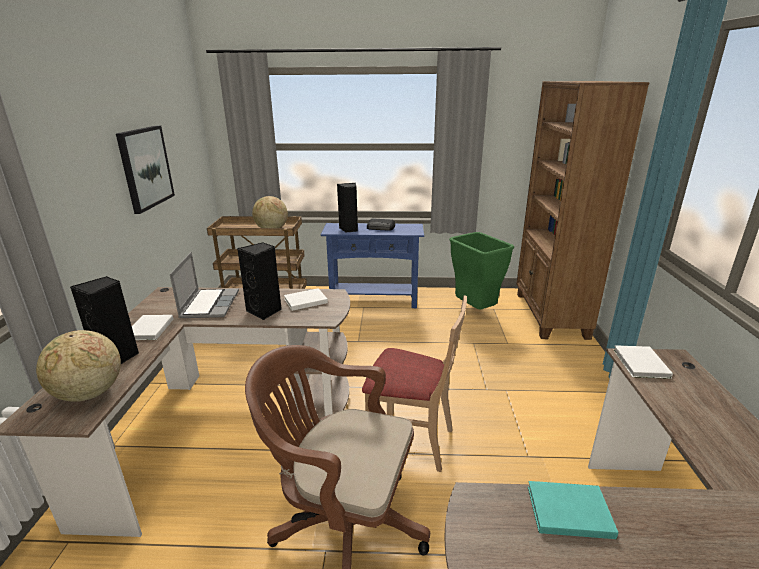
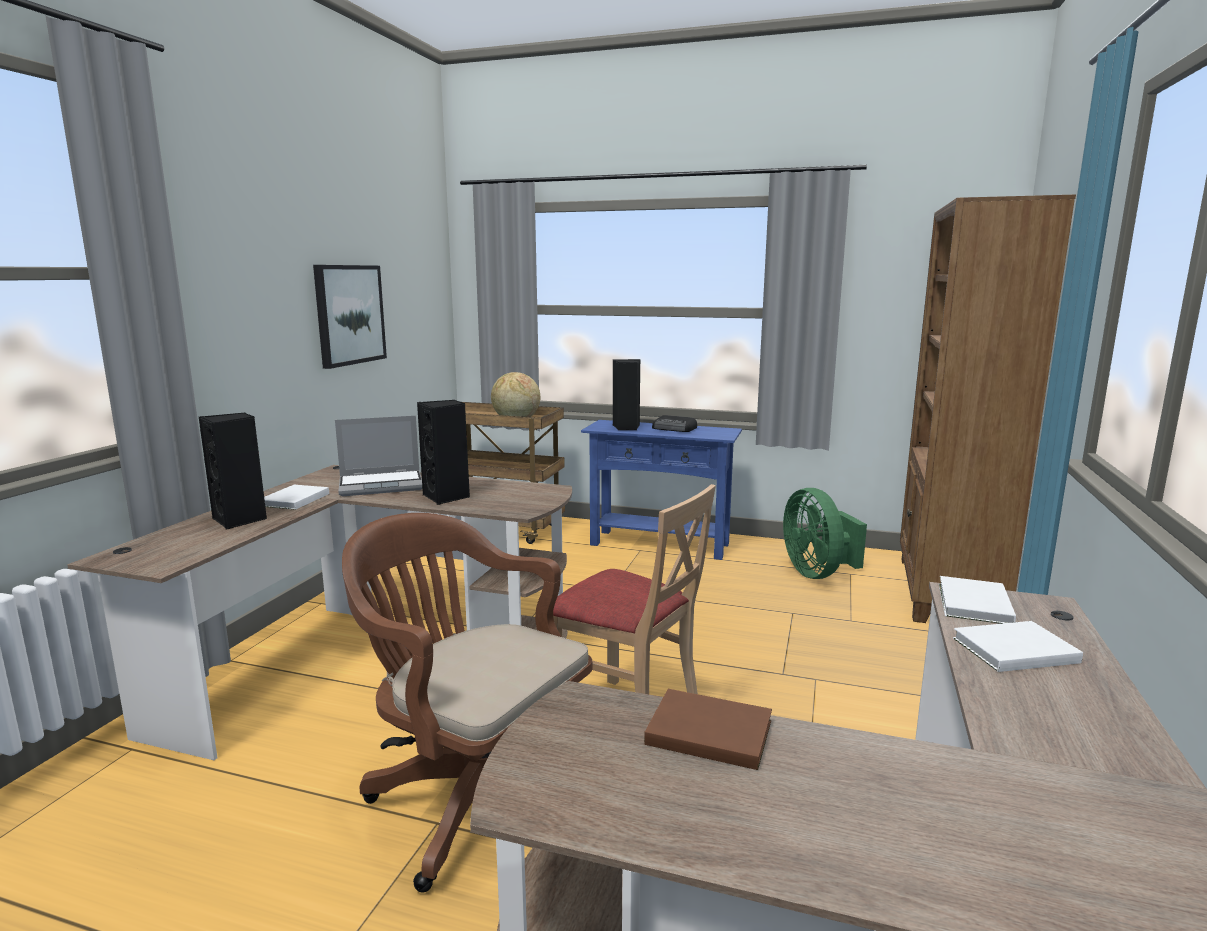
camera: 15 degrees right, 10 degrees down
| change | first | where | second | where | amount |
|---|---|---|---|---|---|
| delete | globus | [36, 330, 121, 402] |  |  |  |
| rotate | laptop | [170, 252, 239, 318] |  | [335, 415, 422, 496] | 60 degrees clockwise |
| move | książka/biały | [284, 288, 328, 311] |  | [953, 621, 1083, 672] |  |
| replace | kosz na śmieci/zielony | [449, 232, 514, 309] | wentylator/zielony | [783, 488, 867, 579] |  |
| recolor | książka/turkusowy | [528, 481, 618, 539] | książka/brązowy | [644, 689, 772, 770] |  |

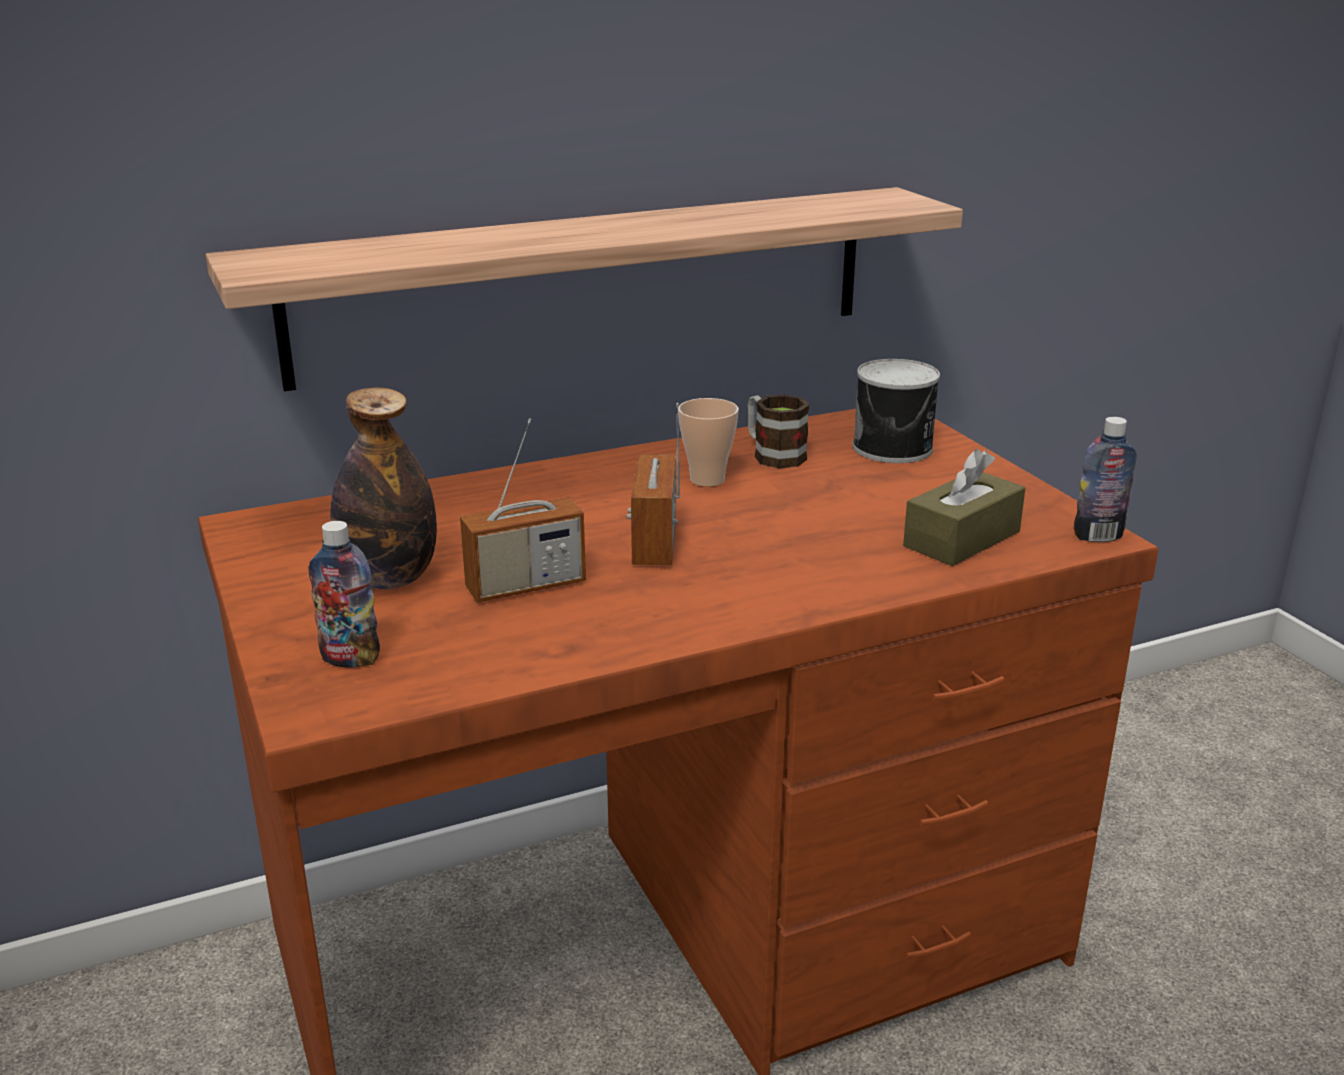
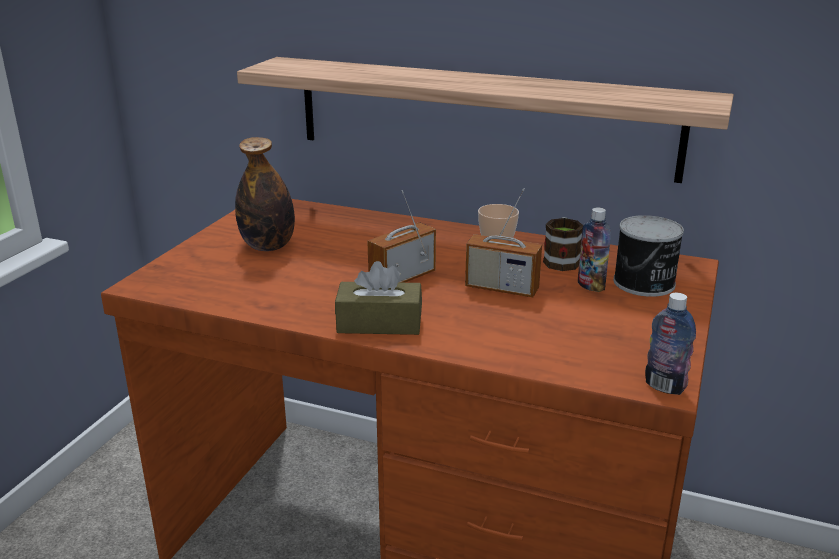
camera: 45 degrees right, 0 degrees up
| change | first | where | second | where | amount |
|---|---|---|---|---|---|
| move | butelka | [308, 521, 380, 668] |  | [578, 207, 611, 292] |  |
| move | radio | [460, 418, 586, 602] |  | [465, 188, 542, 297] |  |
| move | pudełko chusteczek/brązowy | [903, 449, 1025, 566] |  | [335, 261, 422, 335] |  |

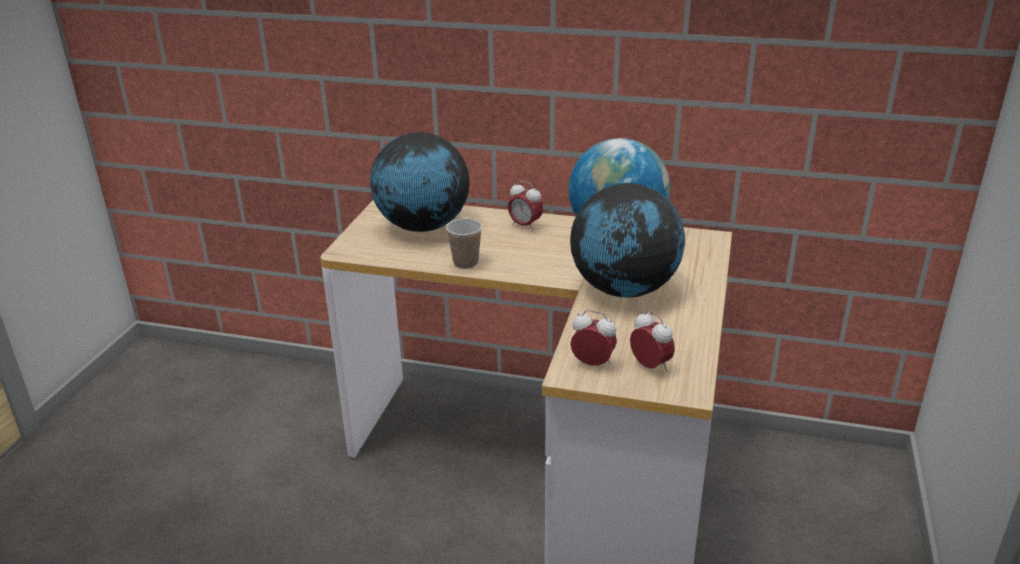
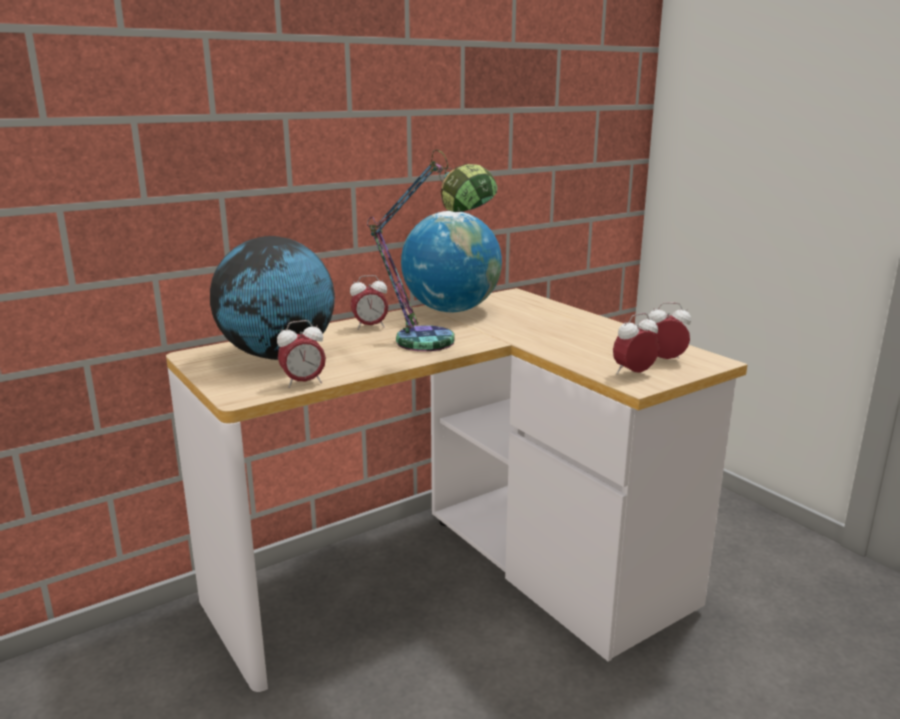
camera: 50 degrees left, 10 degrees down
| change | first | where | second | where | amount |
|---|---|---|---|---|---|
| delete | filiżanka | [446, 219, 482, 269] |  |  |  |
| delete | globus | [570, 183, 685, 297] |  |  |  |
| insert |  |  | budzik | [277, 320, 326, 388] |  |
| insert |  |  | lampa stołowa | [367, 150, 498, 351] |  |

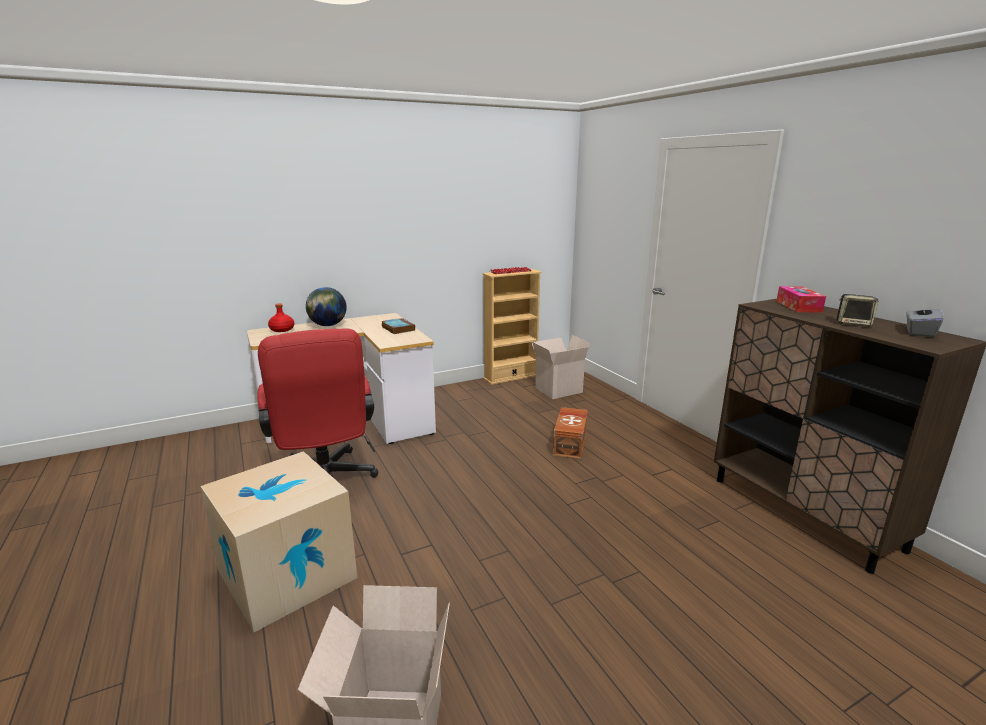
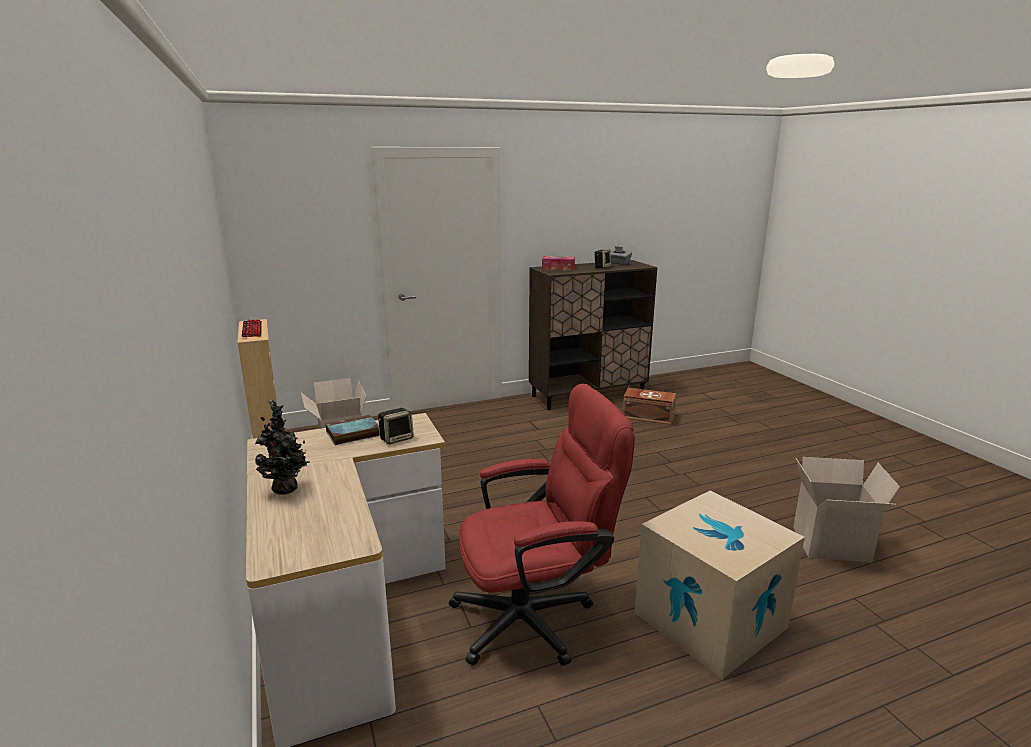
camera: 85 degrees left, 0 degrees up
| change | first | where | second | where | amount |
|---|---|---|---|---|---|
| delete | butelka/czerwony | [268, 303, 294, 332] |  |  |  |
| replace | globus | [306, 287, 347, 326] | roślina doniczkowa | [255, 400, 309, 495] |  |
| move | pojemnik do przechowywania/brązowy | [553, 407, 588, 459] |  | [623, 388, 676, 425] |  |
| insert |  |  | głośnik | [378, 408, 414, 444] |  |

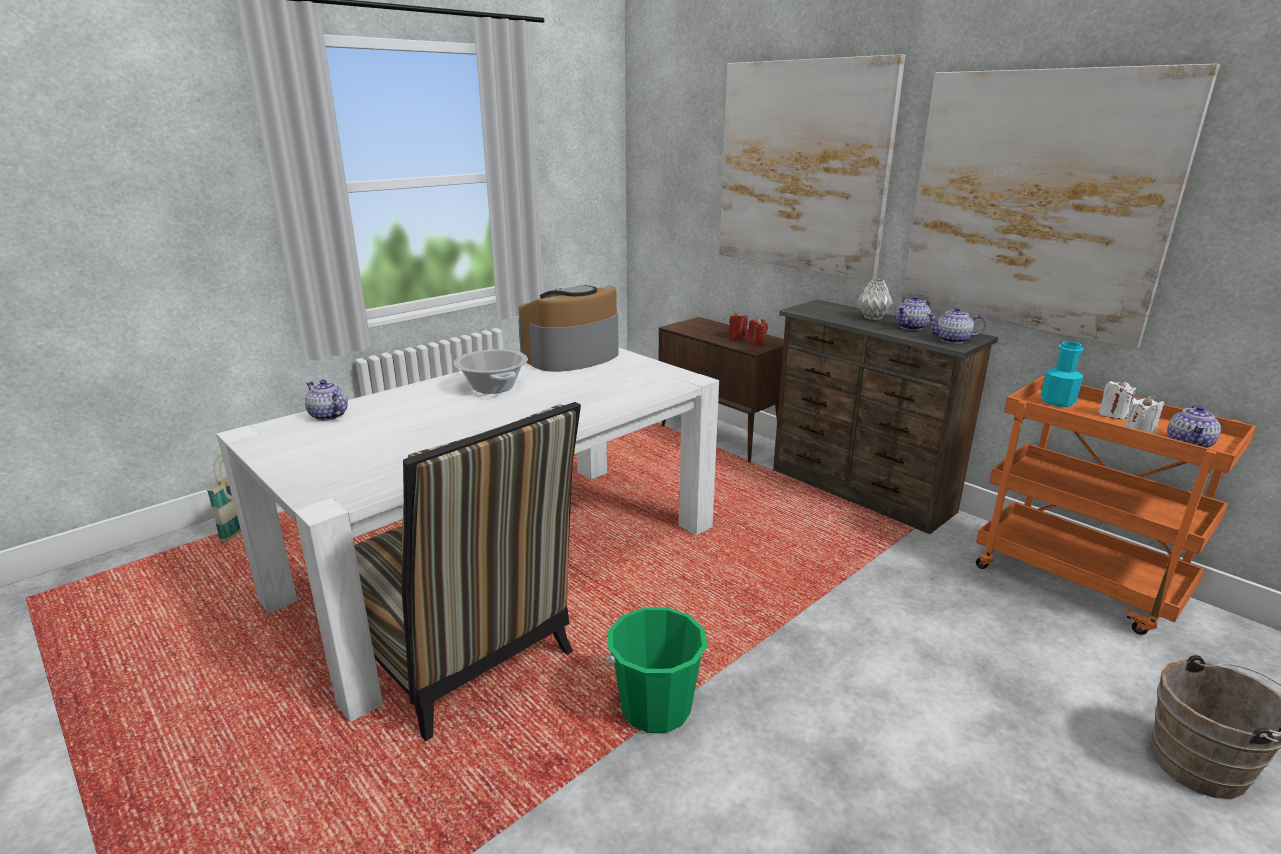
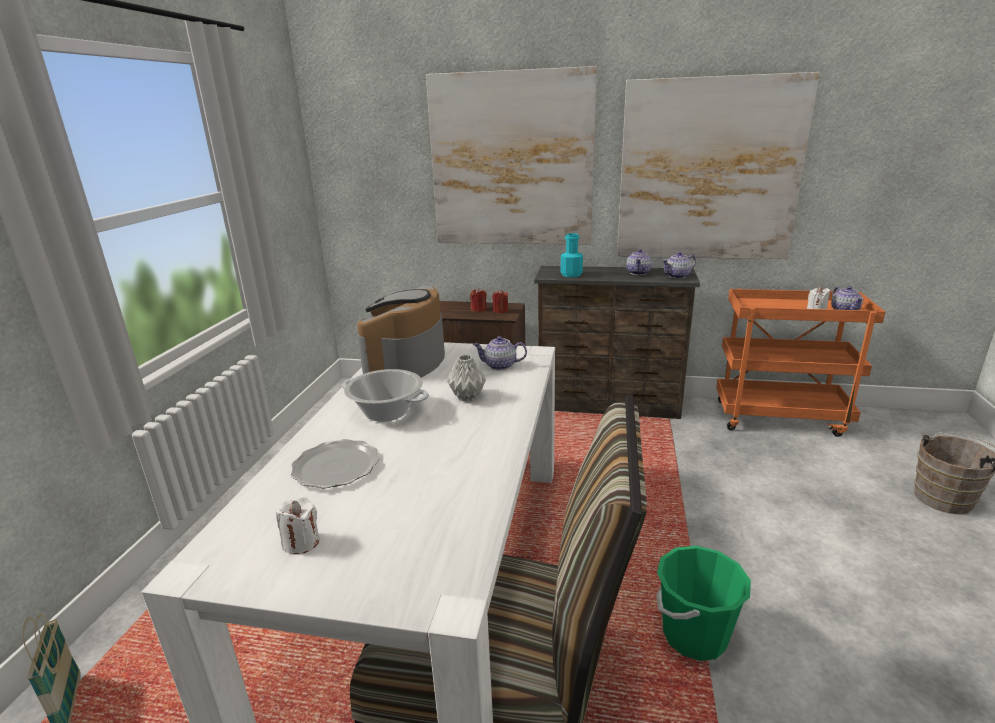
camera: 35 degrees left, 0 degrees up
| change | first | where | second | where | amount |
|---|---|---|---|---|---|
| move | imbryk | [305, 380, 348, 421] |  | [473, 336, 527, 370] |  |
| move | wazon/szary | [858, 279, 893, 320] |  | [447, 355, 486, 401] |  |
| move | butelka/turkusowy | [1040, 342, 1084, 407] |  | [560, 233, 583, 277] |  |
| move | świeca/biały | [1098, 380, 1136, 419] |  | [276, 496, 319, 554] |  |
| insert |  |  | talerz | [291, 439, 379, 488] |  |

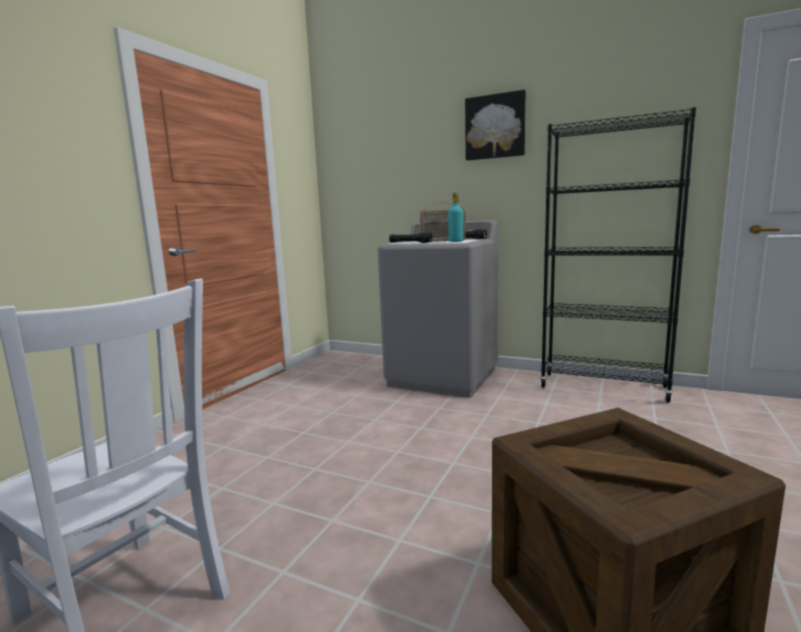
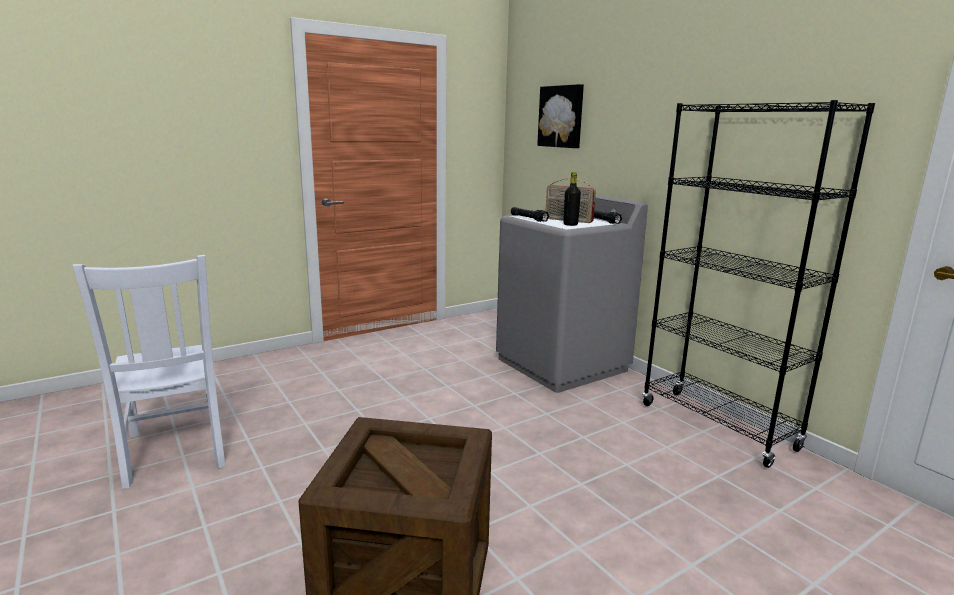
camera: 30 degrees right, 5 degrees up
| change | first | where | second | where | amount |
|---|---|---|---|---|---|
| recolor | butelka/turkusowy | [448, 193, 463, 242] | butelka/czarny | [563, 172, 581, 226] |  |
| move | obraz | [465, 90, 526, 161] |  | [537, 84, 584, 148] |  |

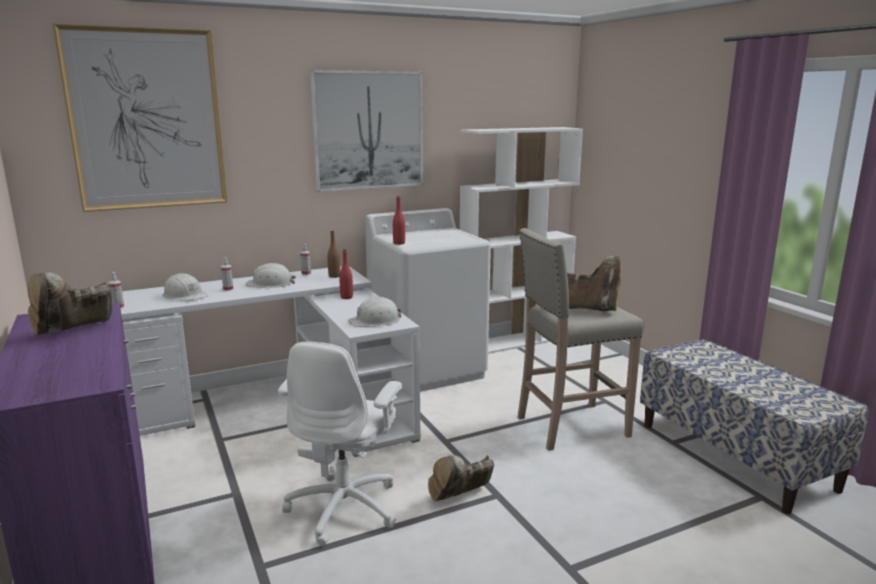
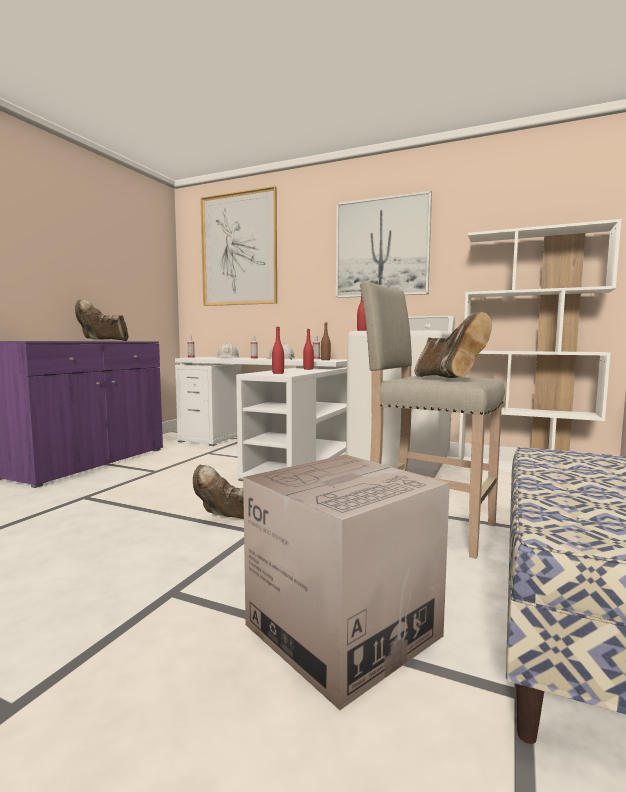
camera: 50 degrees right, 10 degrees down
| change | first | where | second | where | amount |
|---|---|---|---|---|---|
| delete | krzesło biurowe/biały | [278, 342, 402, 546] |  |  |  |
| replace | kask/biały | [348, 296, 401, 327] | butelka/czerwony | [272, 327, 284, 374] |  |
| insert |  |  | karton | [243, 455, 450, 710] |  |

